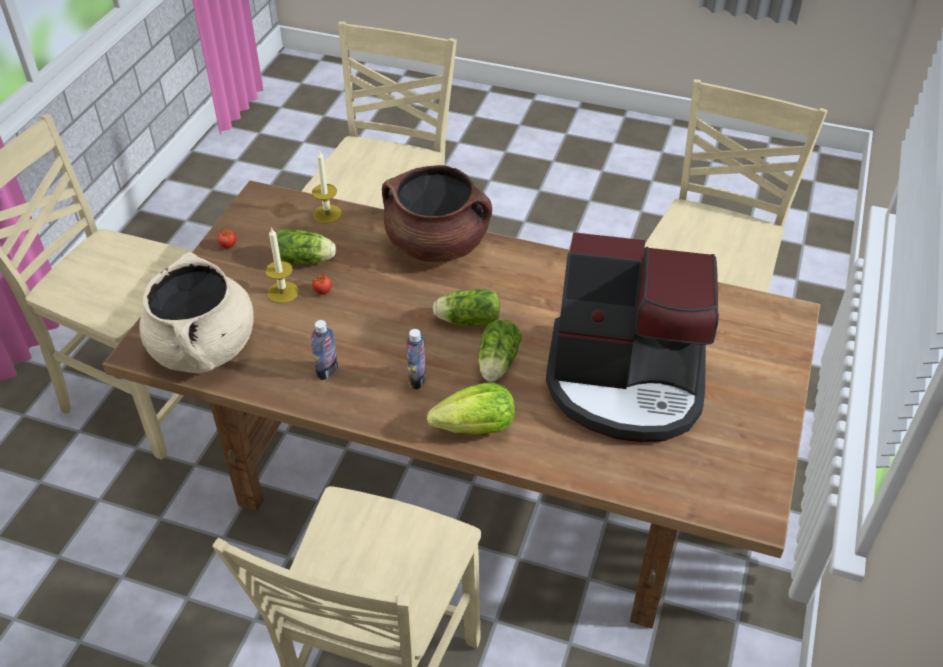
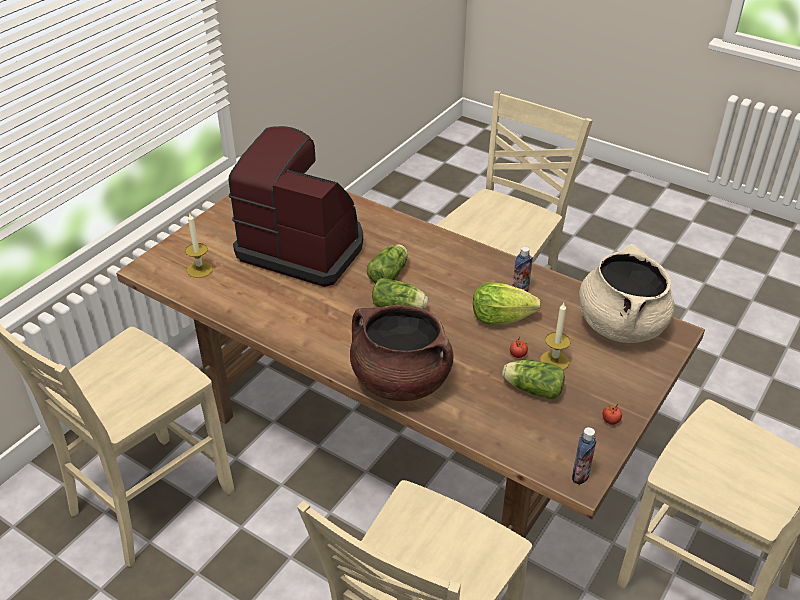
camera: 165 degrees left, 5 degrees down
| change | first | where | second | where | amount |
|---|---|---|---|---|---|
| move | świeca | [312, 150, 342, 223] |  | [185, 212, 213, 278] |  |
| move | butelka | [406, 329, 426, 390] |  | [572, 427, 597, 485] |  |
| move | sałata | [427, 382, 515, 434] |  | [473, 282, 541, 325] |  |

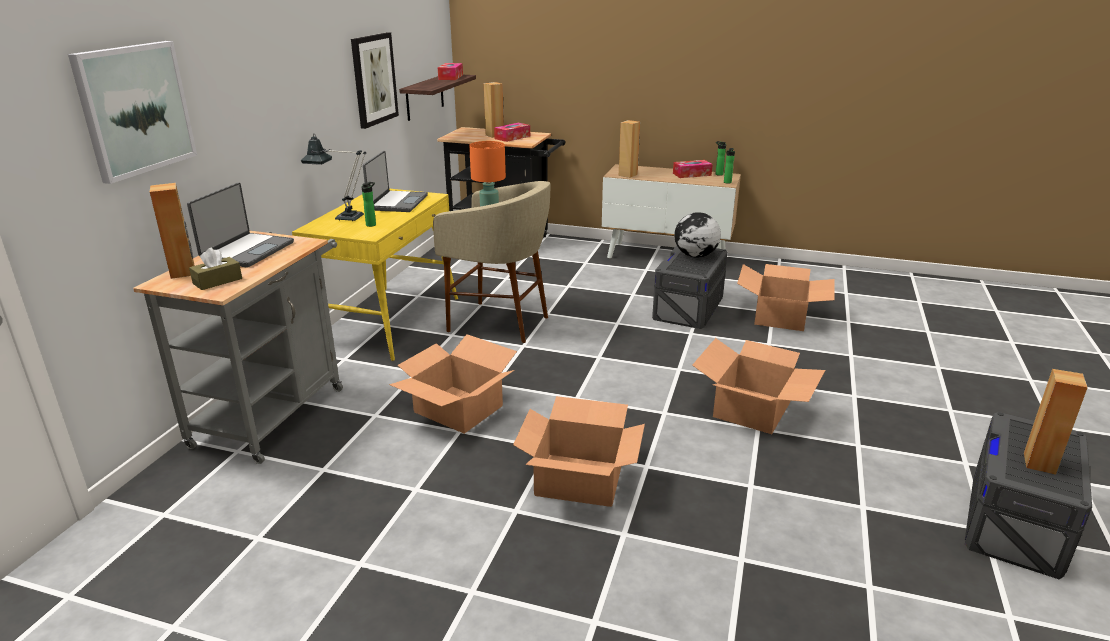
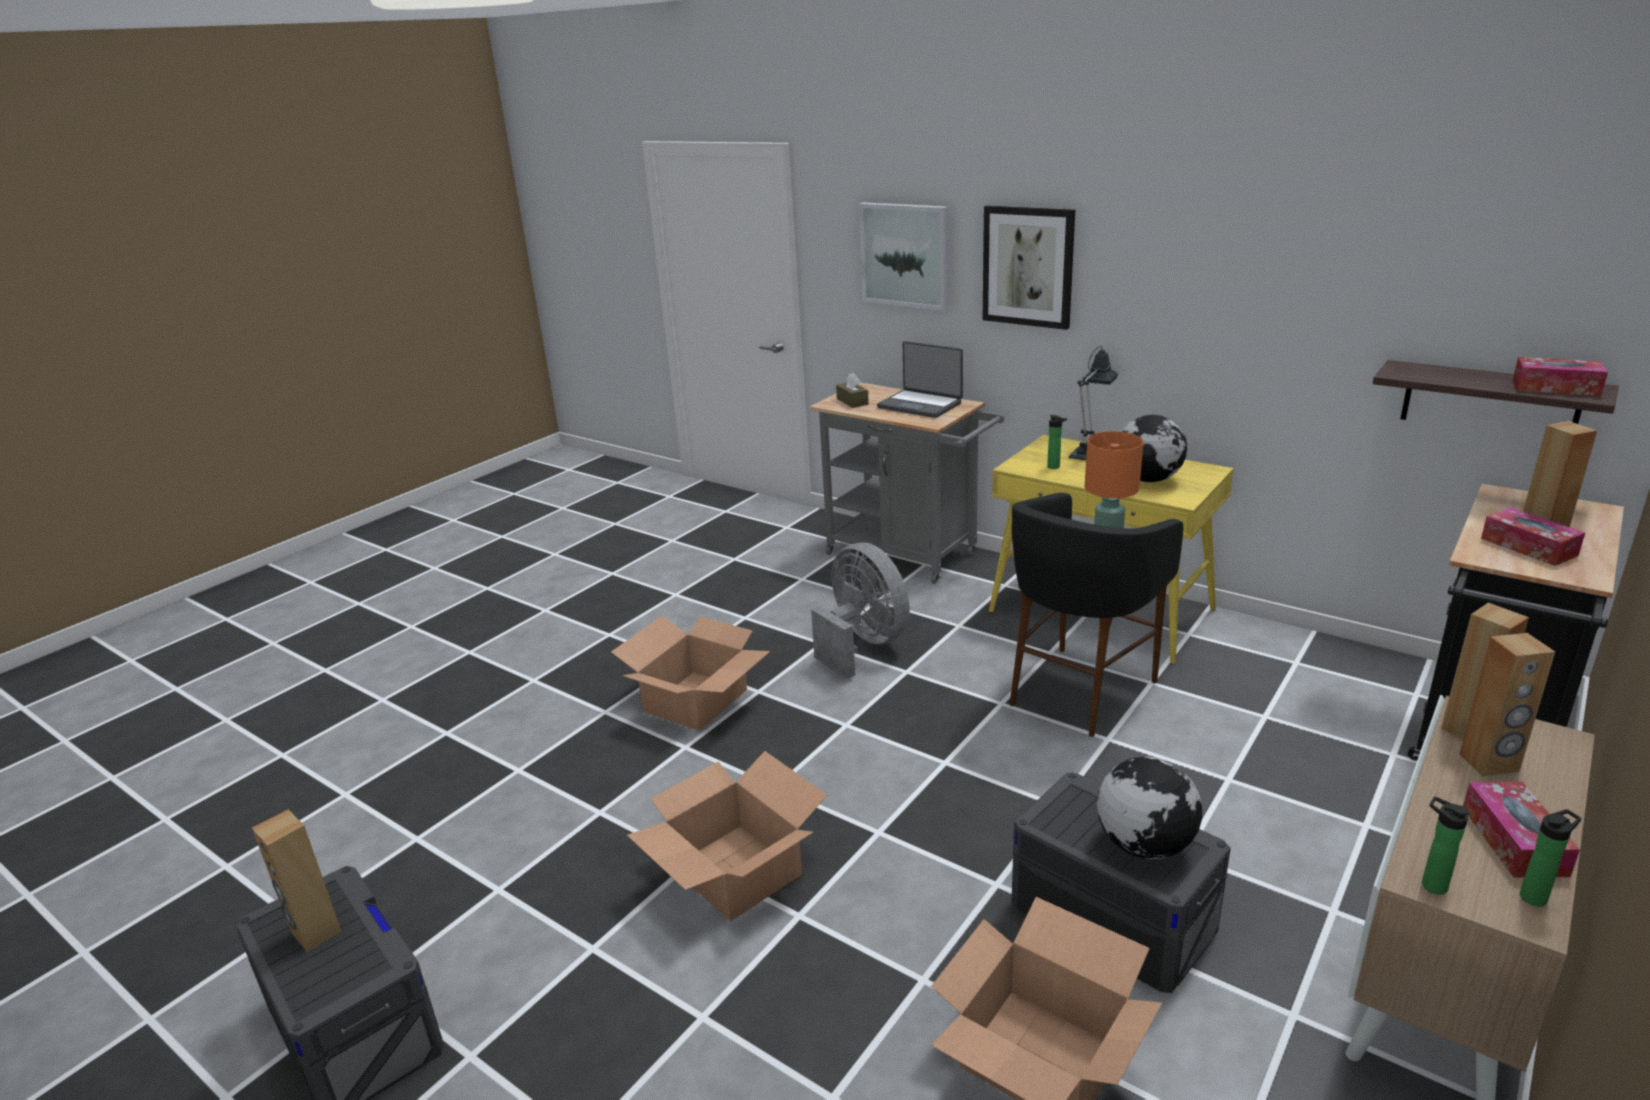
camera: 110 degrees right, 0 degrees up
| change | first | where | second | where | amount |
|---|---|---|---|---|---|
| move | głośnik/brązowy | [150, 183, 195, 279] |  | [1459, 633, 1555, 776] |  |
| move | obraz | [351, 32, 399, 129] |  | [983, 205, 1075, 330] |  |
| replace | laptop | [363, 151, 428, 212] | globus | [1121, 415, 1187, 482] |  |
| replace | karton | [389, 334, 517, 434] | wentylator/szary | [811, 543, 910, 679] |  |
| recolor | stołek/beżowy | [433, 181, 551, 343] | stołek/czarny | [1010, 493, 1183, 737] |  |

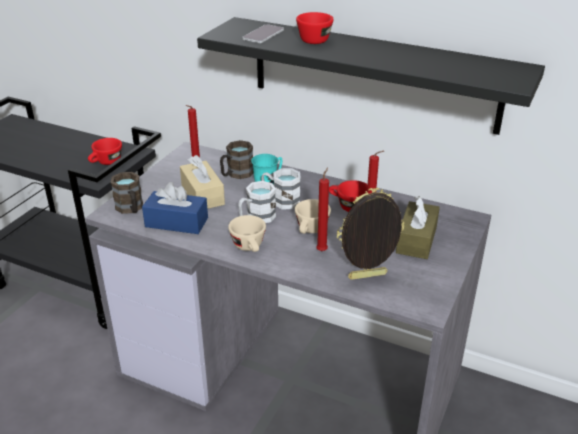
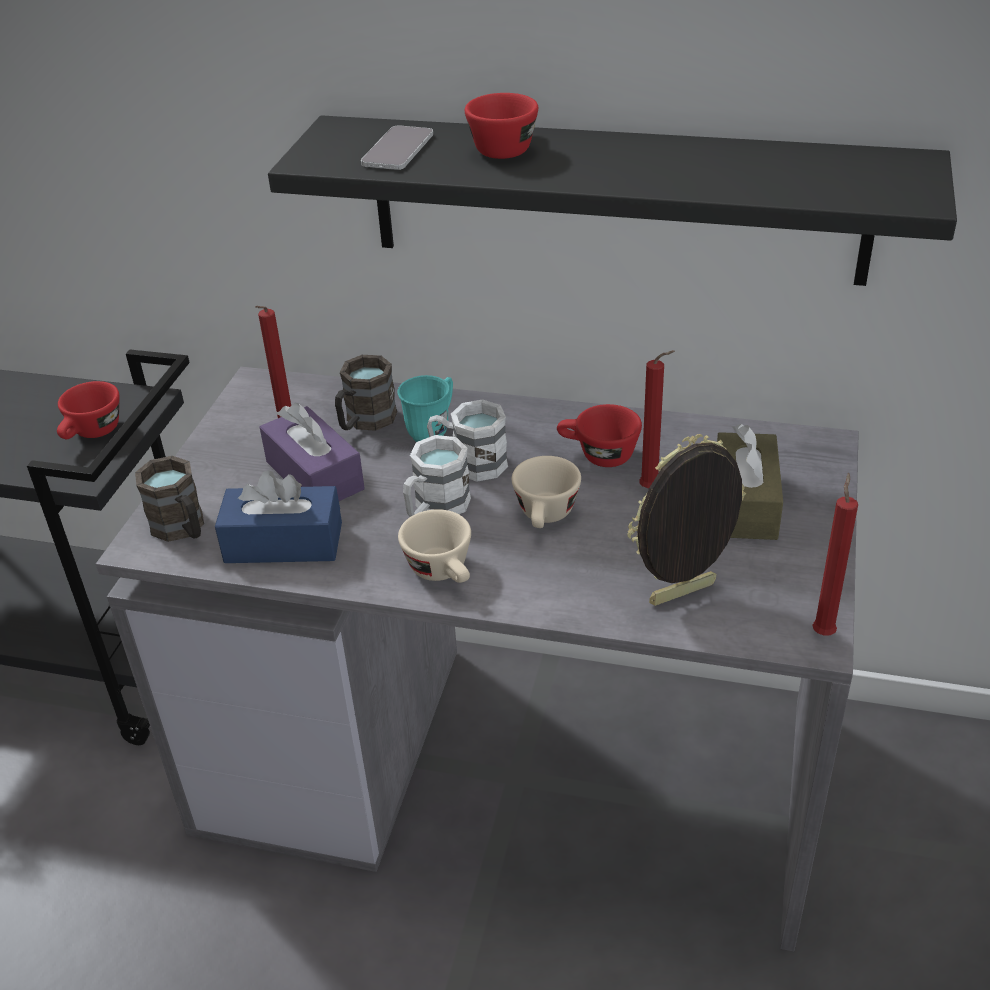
camera: 10 degrees left, 5 degrees up
| change | first | where | second | where | amount |
|---|---|---|---|---|---|
| recolor | pudełko chusteczek/beżowy | [180, 155, 225, 209] | pudełko chusteczek/fioletowy | [260, 403, 365, 501] |  |
| move | świeca/czerwony | [316, 167, 329, 251] |  | [812, 473, 858, 636] |  |

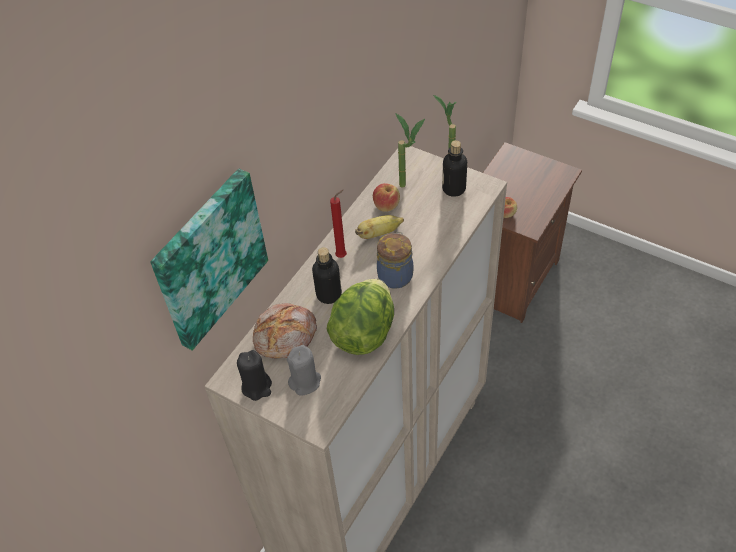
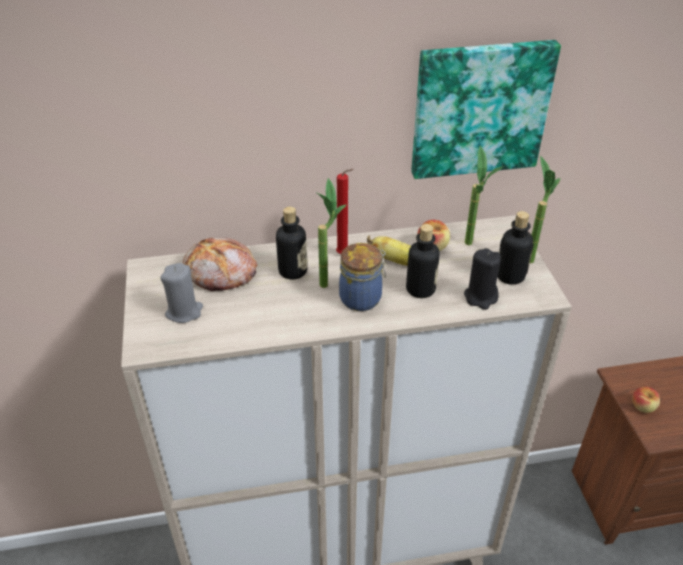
camera: 45 degrees right, 10 degrees down
| change | first | where | second | where | amount |
|---|---|---|---|---|---|
| move | obraz | [150, 168, 268, 350] |  | [411, 40, 561, 179] |  |
| move | świeca/czarny | [237, 350, 272, 401] |  | [464, 248, 501, 310] |  |
| delete | sałata | [327, 279, 394, 355] |  |  |  |
| insert |  |  | roślina doniczkowa | [317, 178, 347, 288] |  |
| insert |  |  | butelka | [406, 224, 440, 298] |  |

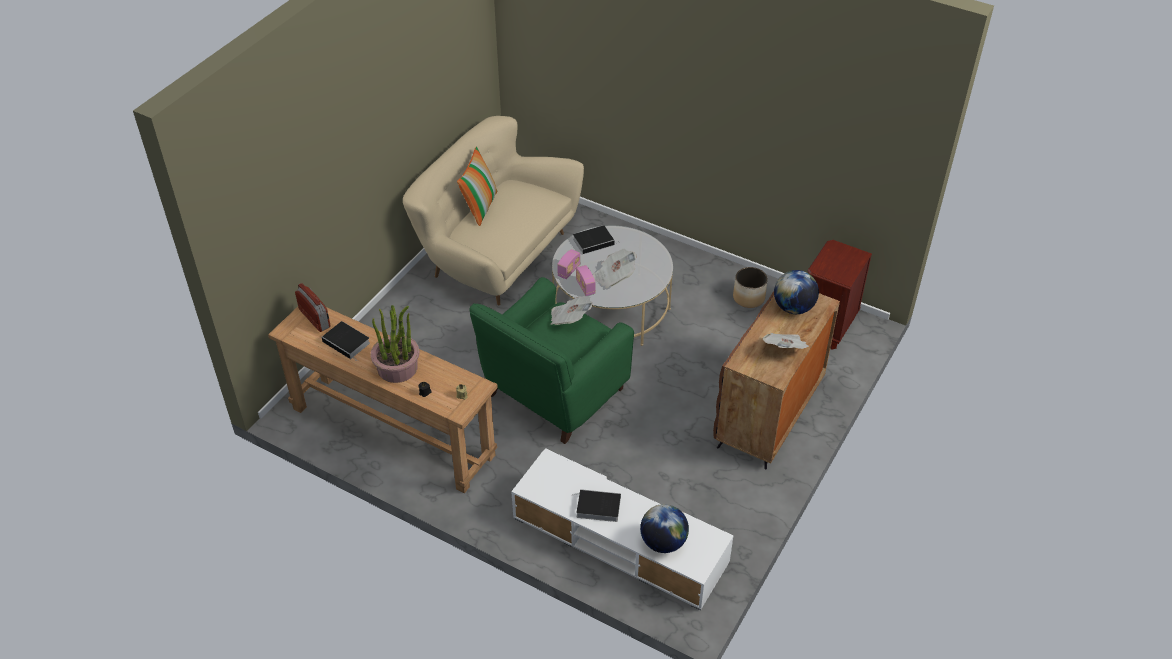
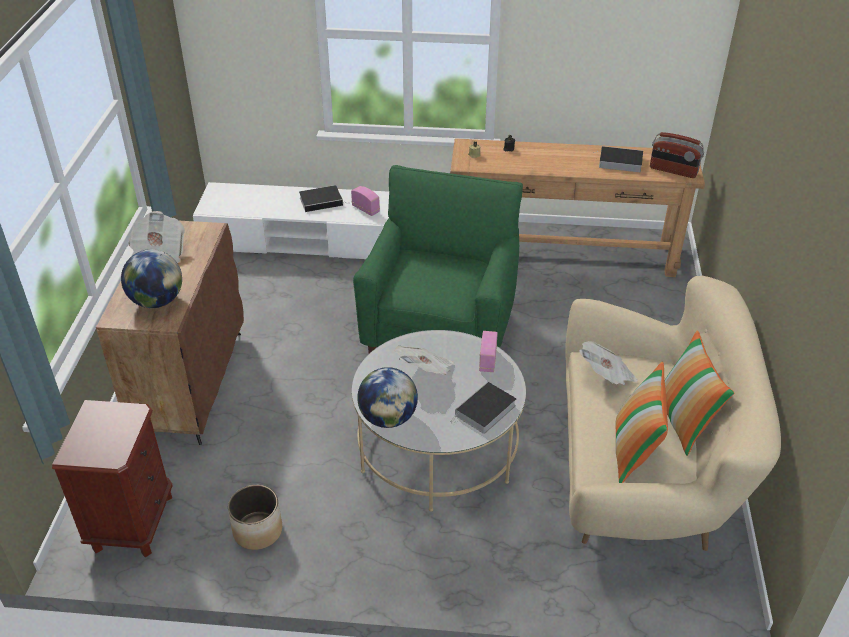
camera: 155 degrees right, 5 degrees down
| change | first | where | second | where | amount |
|---|---|---|---|---|---|
| delete | roślina doniczkowa | [370, 305, 420, 383] |  |  |  |
| move | gazeta | [551, 296, 592, 325] |  | [579, 341, 638, 385] |  |
| move | radio | [576, 265, 596, 296] |  | [351, 186, 380, 216] |  |
| move | globus | [640, 504, 689, 553] |  | [357, 367, 418, 428] |  |
| insert |  |  | poduszka | [615, 362, 668, 483] |  |

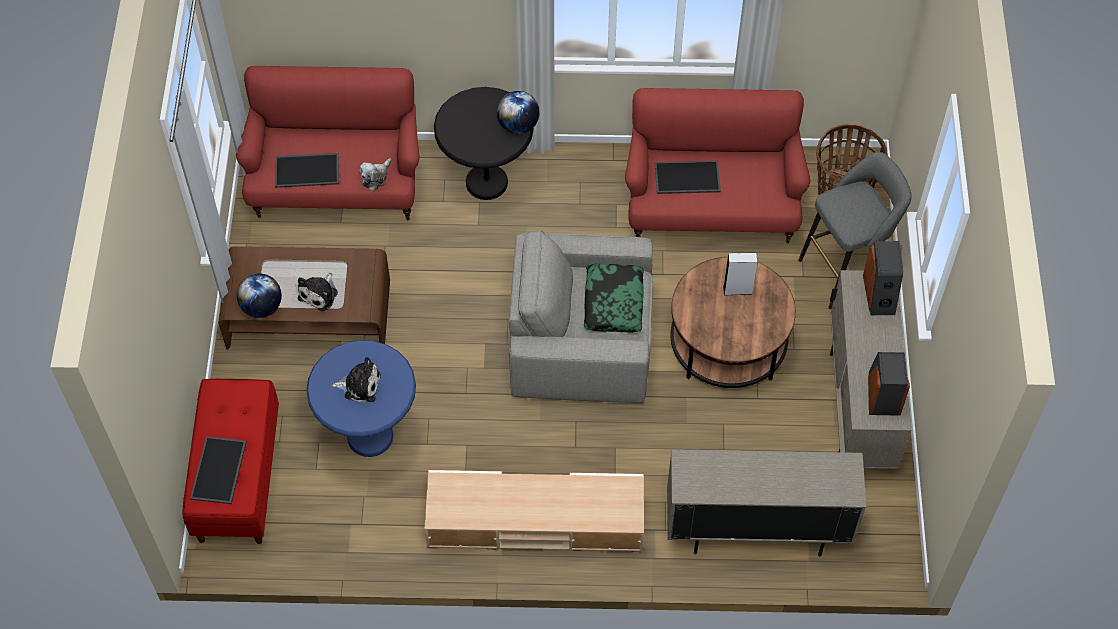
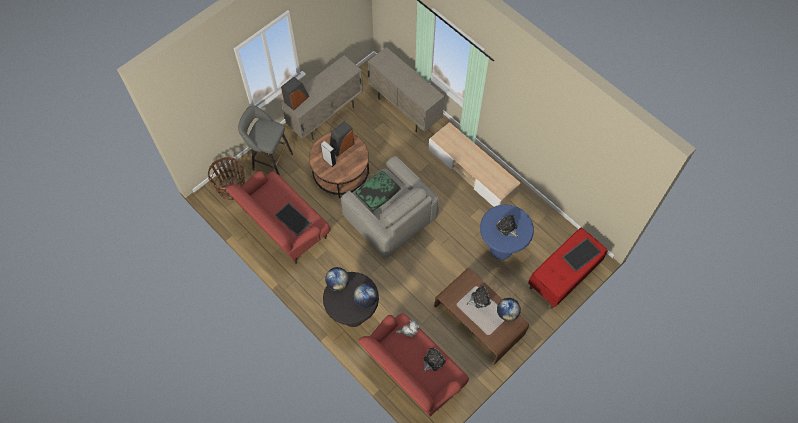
camera: 135 degrees left, 5 degrees up
| change | first | where | second | where | amount |
|---|---|---|---|---|---|
| replace | taca | [275, 153, 339, 188] | pluszak | [423, 348, 446, 372] |  |
| move | głośnik | [868, 352, 910, 416] |  | [330, 121, 354, 156] |  |
| insert |  |  | globus | [354, 284, 378, 308] |  |

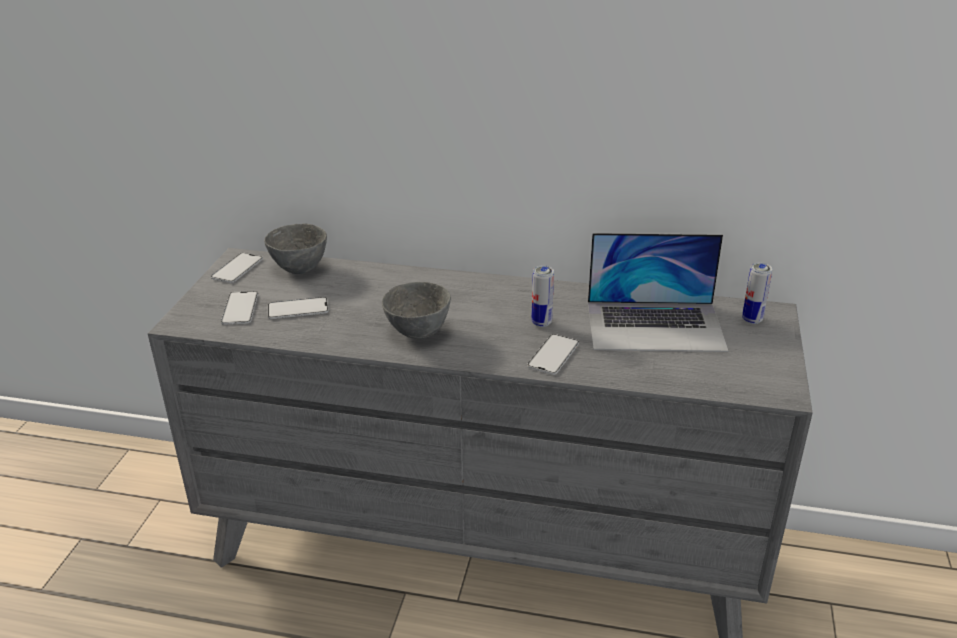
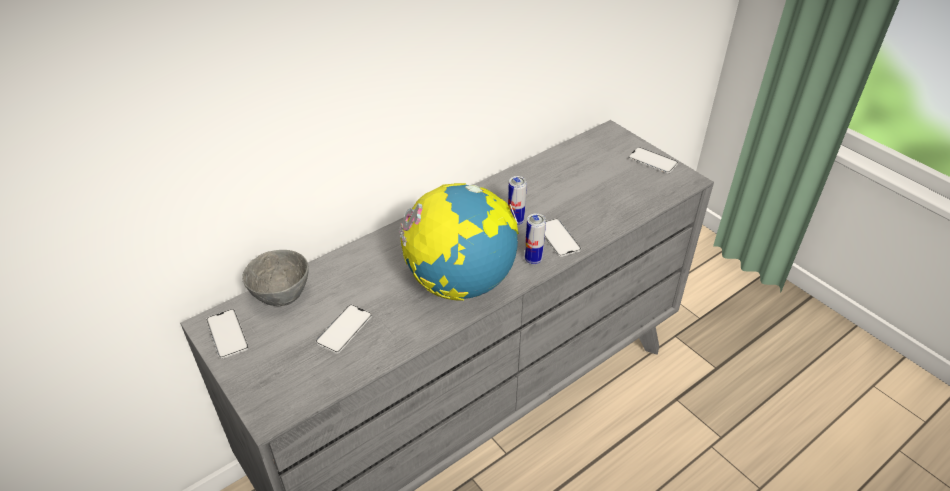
camera: 50 degrees left, 10 degrees up
| change | first | where | second | where | amount |
|---|---|---|---|---|---|
| move | telefon | [221, 291, 258, 325] |  | [628, 147, 678, 174] |  |
| replace | miska/szary | [382, 282, 451, 339] | globus | [398, 183, 519, 301] |  |
| delete | laptop | [588, 233, 728, 352] |  |  |  |
| move | puszka | [742, 263, 773, 324] |  | [525, 213, 546, 265] |  |

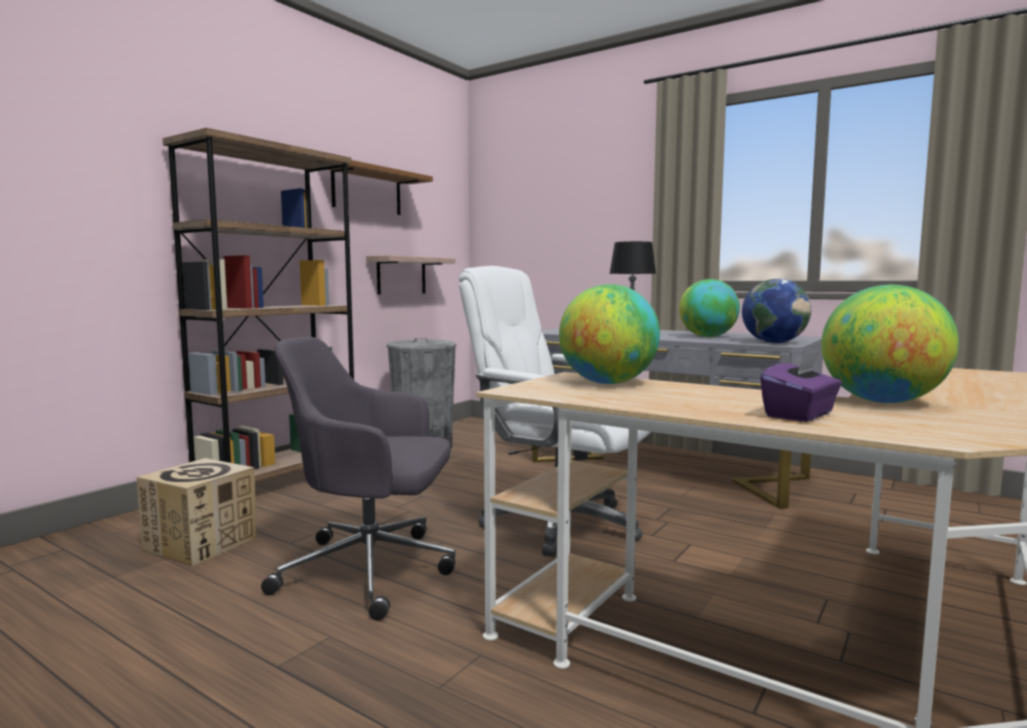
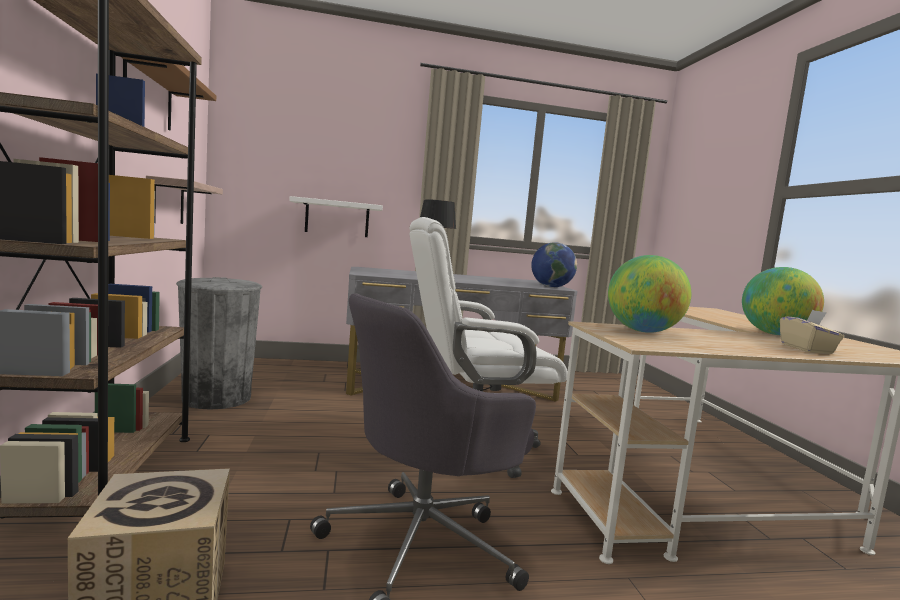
camera: 45 degrees left, 0 degrees up
| change | first | where | second | where | amount |
|---|---|---|---|---|---|
| delete | globus | [679, 279, 740, 337] |  |  |  |
| recolor | pudełko chusteczek/fioletowy | [760, 351, 842, 422] | pudełko chusteczek/beżowy | [780, 310, 844, 354] |  |
| insert |  |  | półka/biały | [289, 196, 383, 237] |  |

